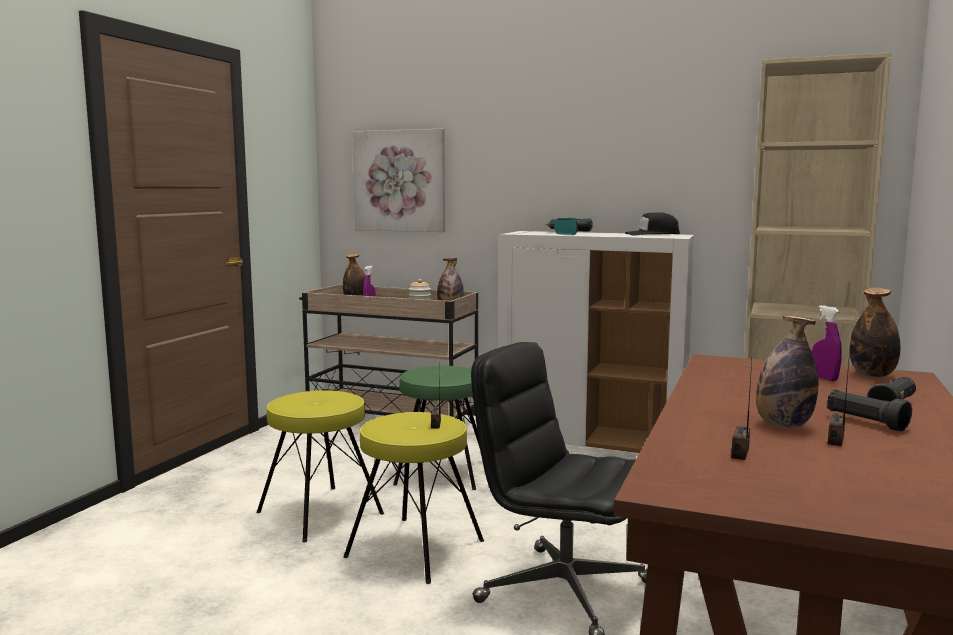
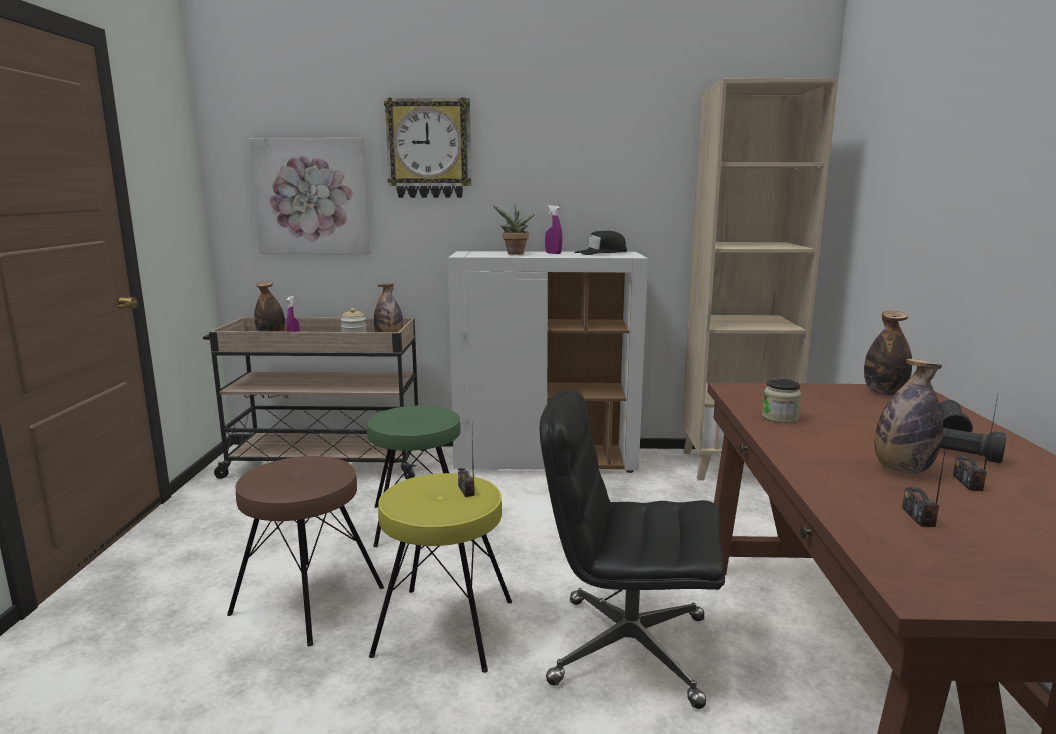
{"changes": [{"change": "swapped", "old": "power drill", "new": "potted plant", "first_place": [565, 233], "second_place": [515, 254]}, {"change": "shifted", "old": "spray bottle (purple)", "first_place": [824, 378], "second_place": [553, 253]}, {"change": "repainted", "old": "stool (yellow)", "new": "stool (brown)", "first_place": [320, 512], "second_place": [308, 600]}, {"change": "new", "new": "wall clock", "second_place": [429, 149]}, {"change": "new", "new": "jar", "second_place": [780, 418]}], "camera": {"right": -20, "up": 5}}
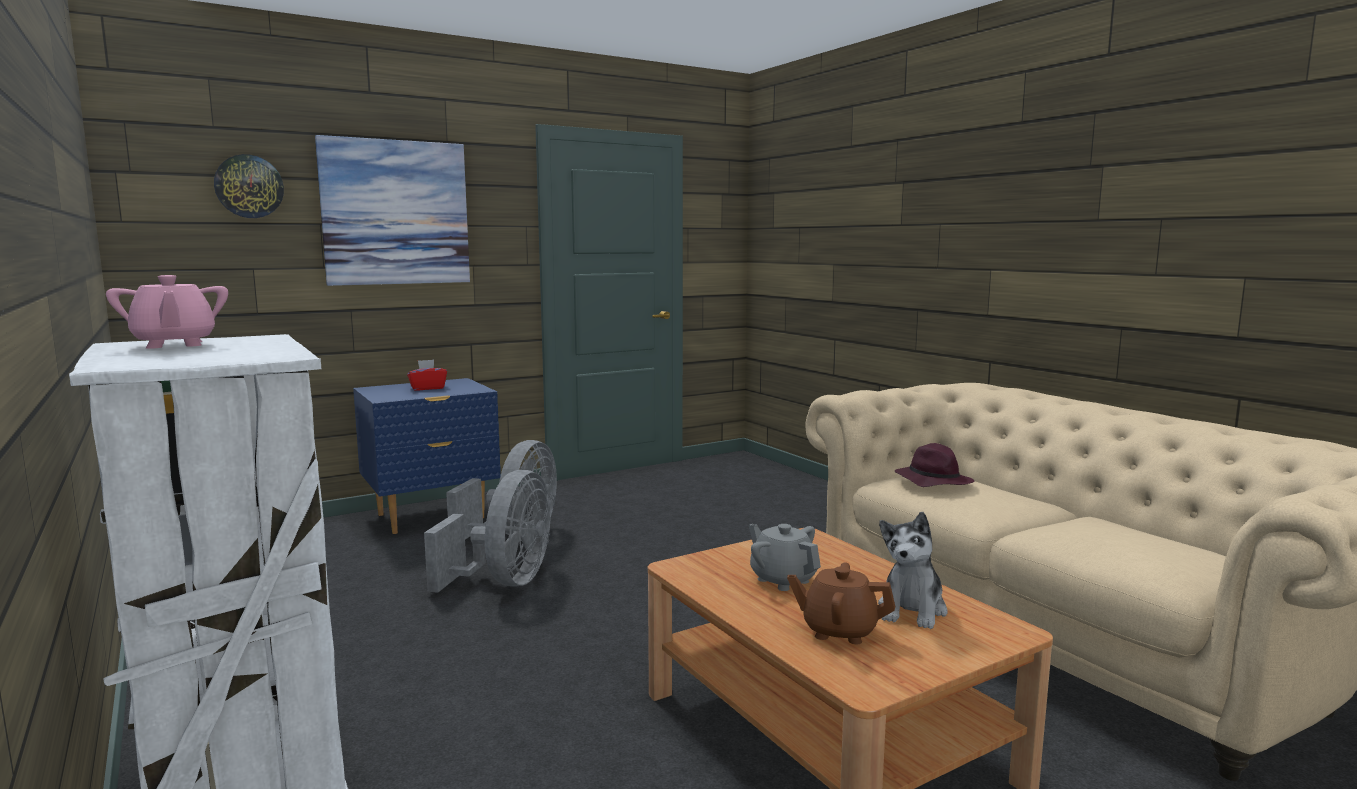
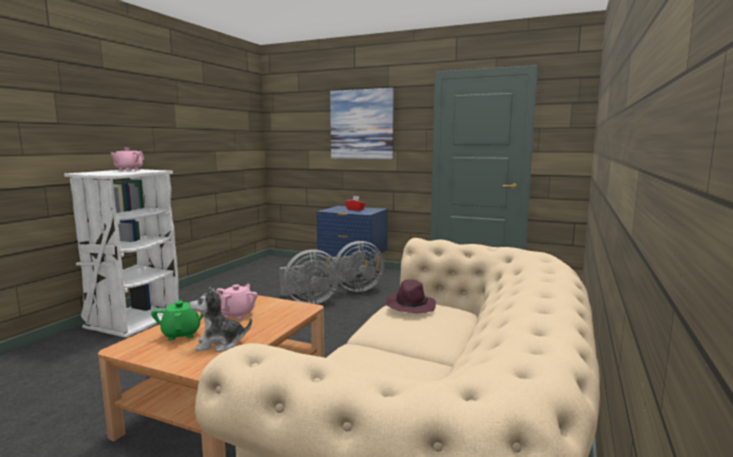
{"changes": [{"change": "gone", "old": "wall clock", "first_place": [249, 186]}, {"change": "repainted", "old": "teapot (grey)", "new": "teapot (pink)", "first_place": [782, 580], "second_place": [237, 314]}, {"change": "repainted", "old": "teapot (brown)", "new": "teapot (green)", "first_place": [839, 631], "second_place": [181, 334]}], "camera": {"right": 55, "up": 0}}
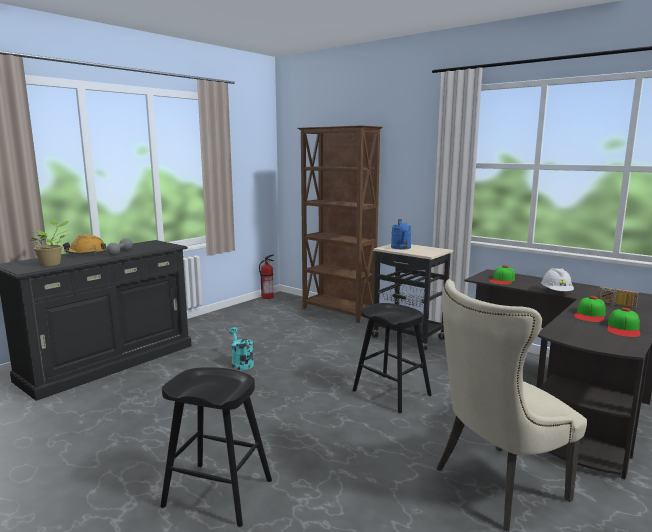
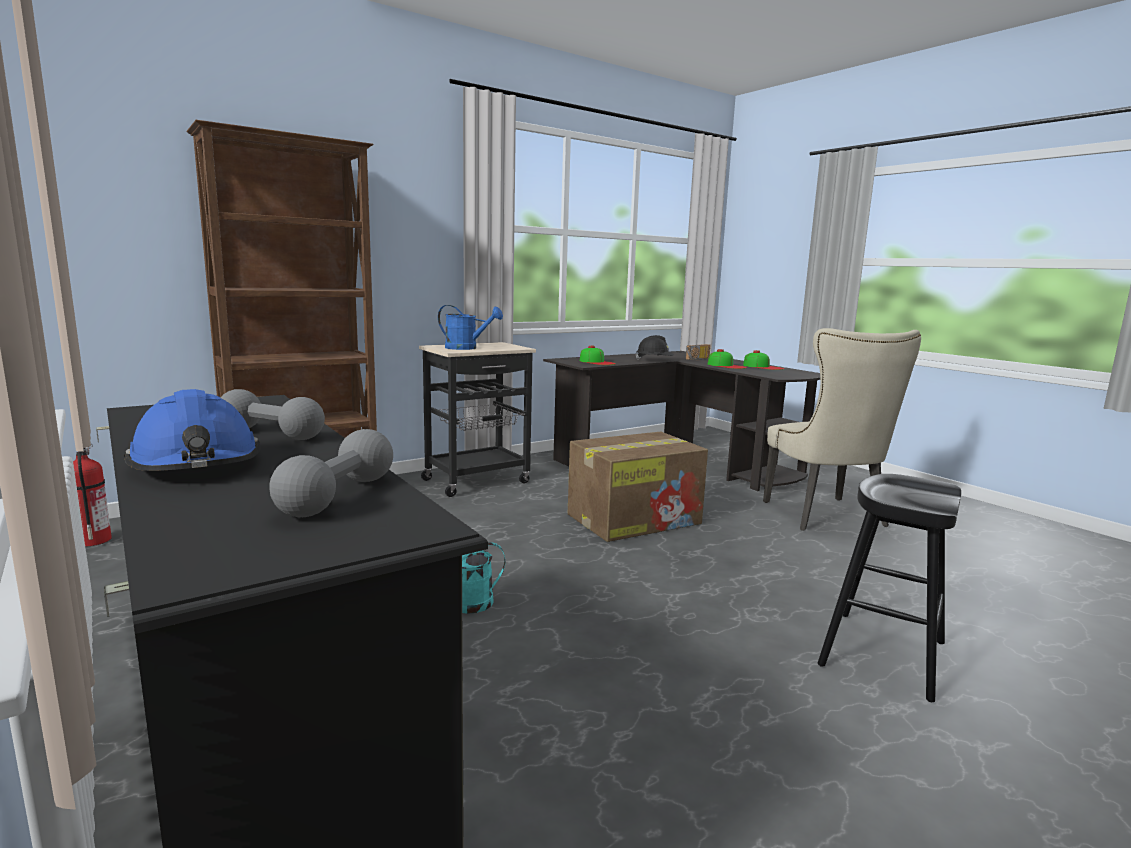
{"changes": [{"change": "swapped", "old": "potted plant", "new": "dumbbell (grey)", "first_place": [52, 264], "second_place": [338, 496]}, {"change": "repainted", "old": "hard hat (orange)", "new": "hard hat (blue)", "first_place": [86, 253], "second_place": [197, 464]}, {"change": "repainted", "old": "hard hat (white)", "new": "hard hat (black)", "first_place": [556, 292], "second_place": [654, 361]}, {"change": "swapped", "old": "stool (black)", "new": "cardboard box", "first_place": [391, 393], "second_place": [635, 518]}], "camera": {"right": -75, "up": 0}}
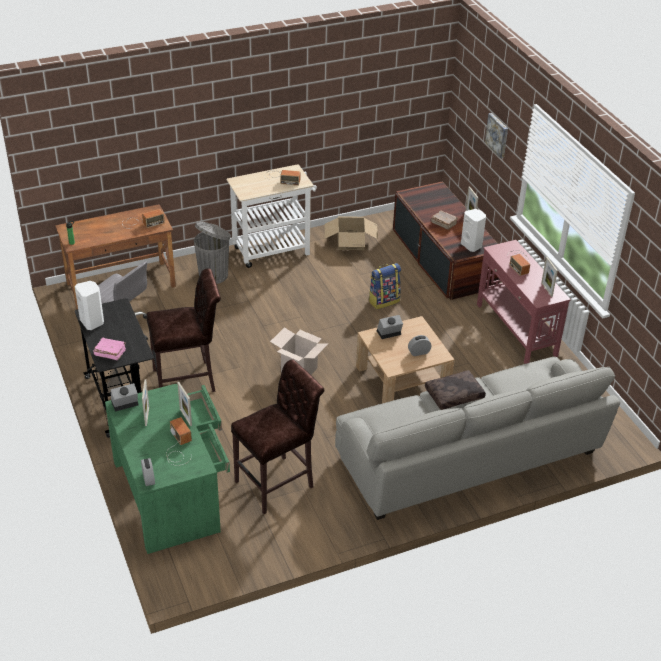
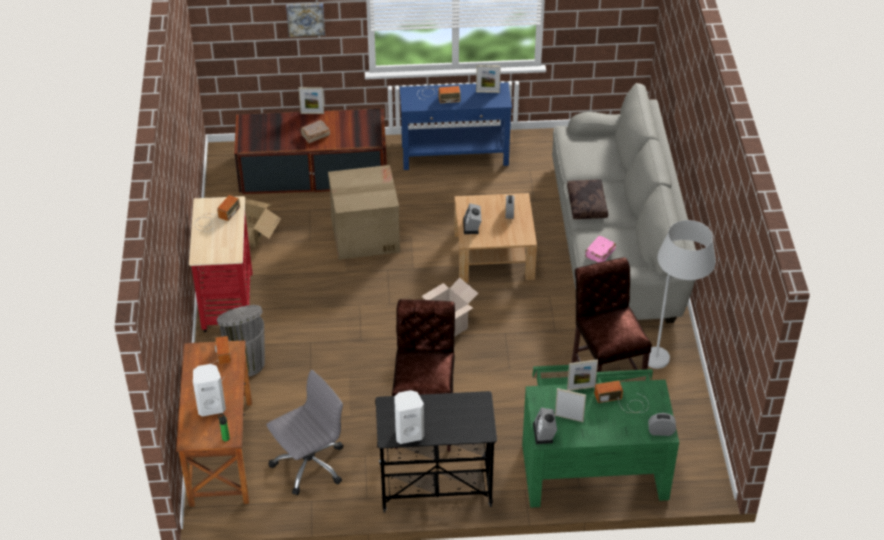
{"changes": [{"change": "repainted", "old": "cart (white)", "new": "cart (red)", "first_place": [272, 251], "second_place": [227, 301]}, {"change": "shifted", "old": "speaker (white)", "first_place": [472, 245], "second_place": [211, 406]}, {"change": "repainted", "old": "console table (red)", "new": "console table (blue)", "first_place": [516, 330], "second_place": [455, 156]}, {"change": "swapped", "old": "backpack", "new": "cardboard box", "first_place": [384, 301], "second_place": [364, 234]}, {"change": "shifted", "old": "book (pink)", "first_place": [110, 353], "second_place": [599, 254]}, {"change": "new", "new": "floor lamp (white)", "second_place": [671, 358]}], "camera": {"right": -70, "up": 5}}
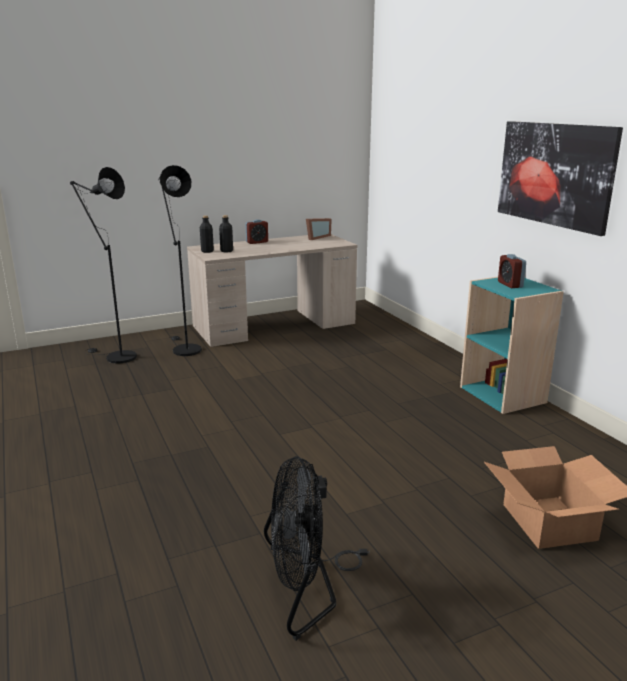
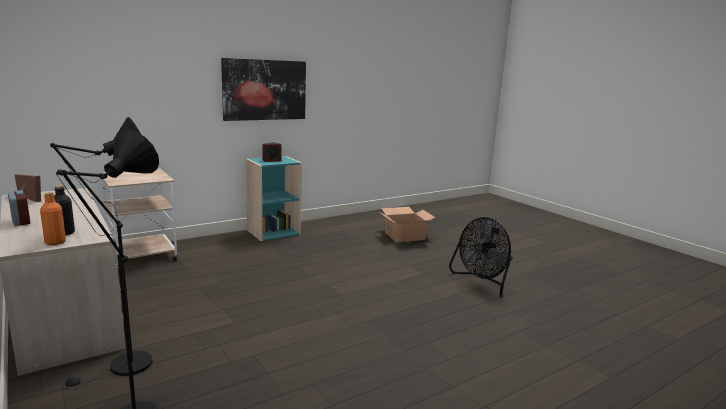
{"changes": [{"change": "repainted", "old": "bottle (black)", "new": "bottle (orange)", "first_place": [207, 251], "second_place": [55, 242]}, {"change": "rotated", "old": "fan (black)", "first_place": [308, 582], "second_place": [482, 281], "degrees": 75}, {"change": "new", "new": "cart (beige)", "second_place": [144, 255]}], "camera": {"right": -100, "up": -5}}
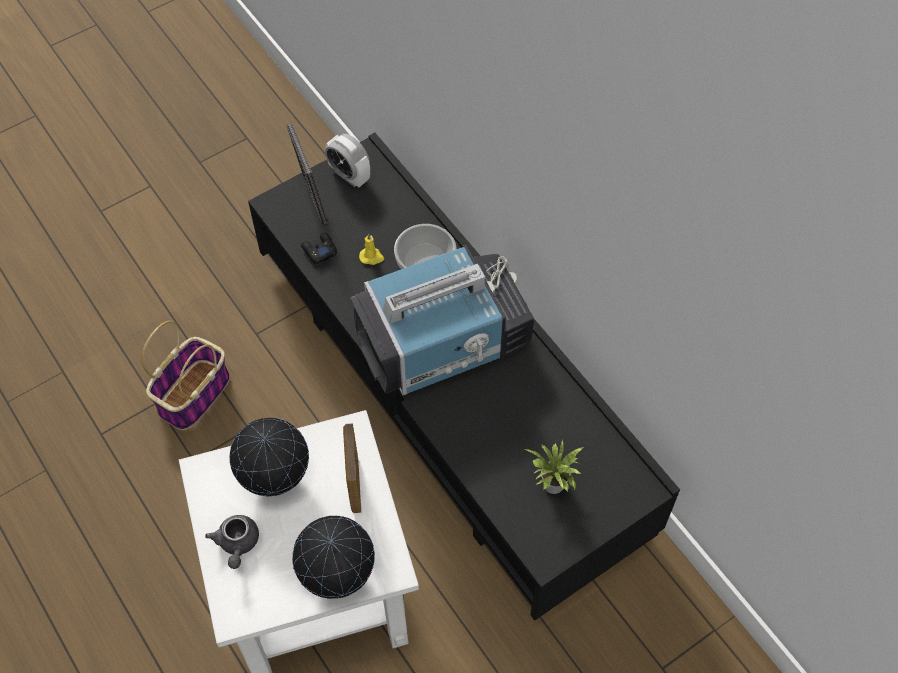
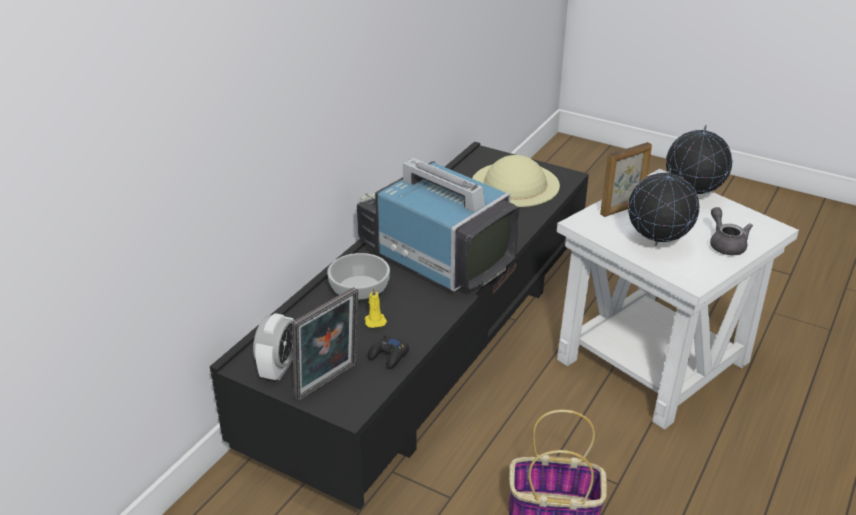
{"changes": [{"change": "swapped", "old": "potted plant", "new": "hat (beige)", "first_place": [553, 487], "second_place": [515, 184]}, {"change": "rotated", "old": "teapot (grey)", "first_place": [237, 544], "second_place": [725, 244], "degrees": -75}], "camera": {"right": -115, "up": -25}}
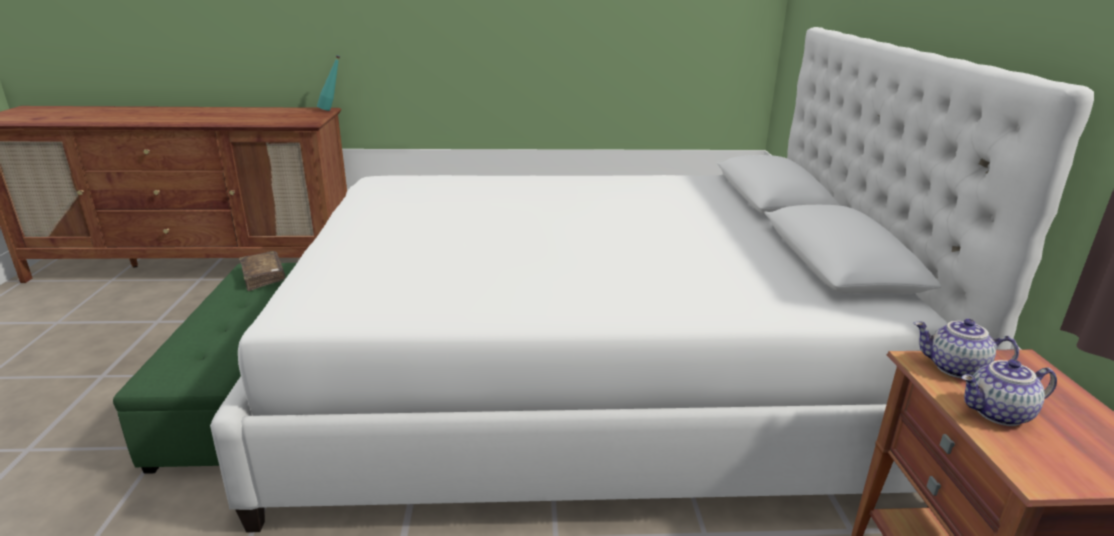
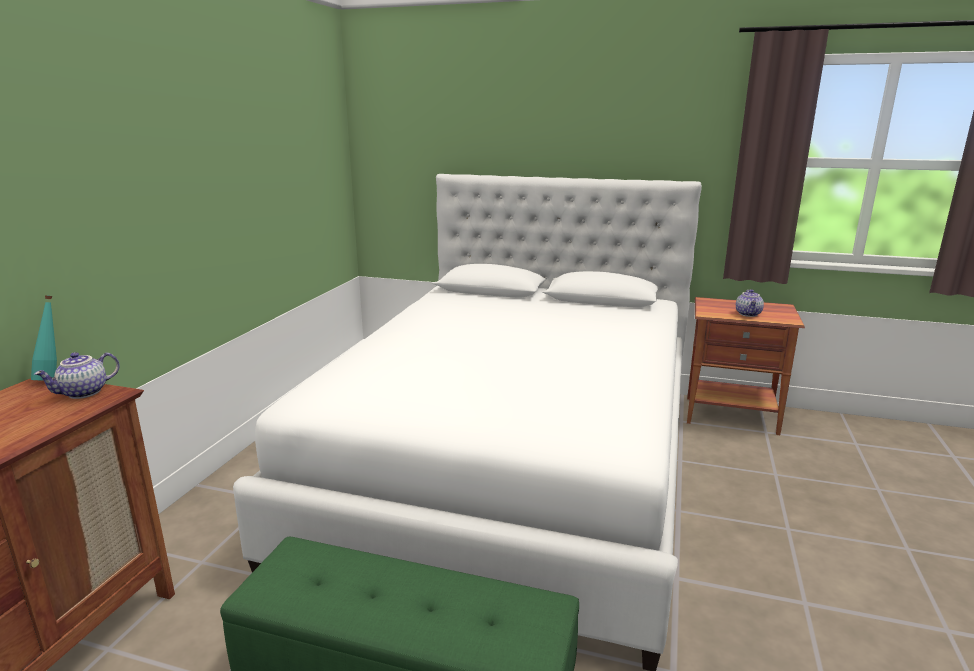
{"changes": [{"change": "gone", "old": "book (brown)", "first_place": [263, 277]}, {"change": "shifted", "old": "teapot", "first_place": [955, 369], "second_place": [84, 393]}], "camera": {"right": -70, "up": -5}}
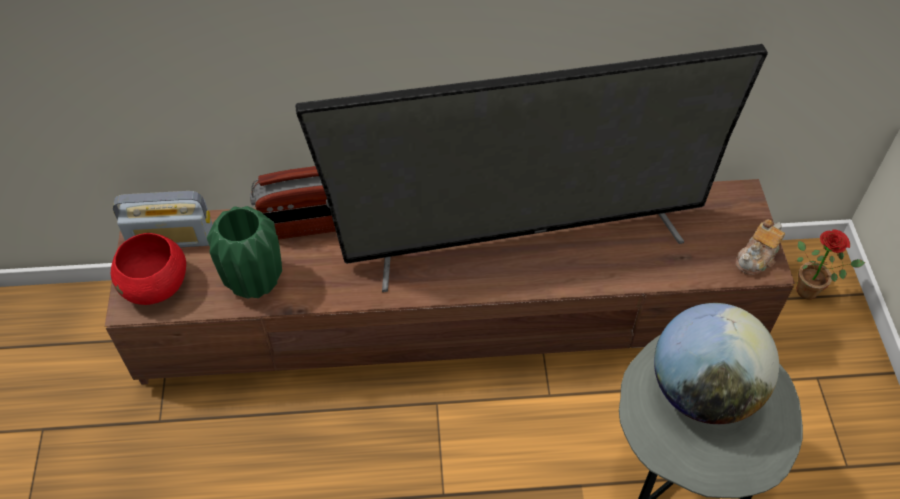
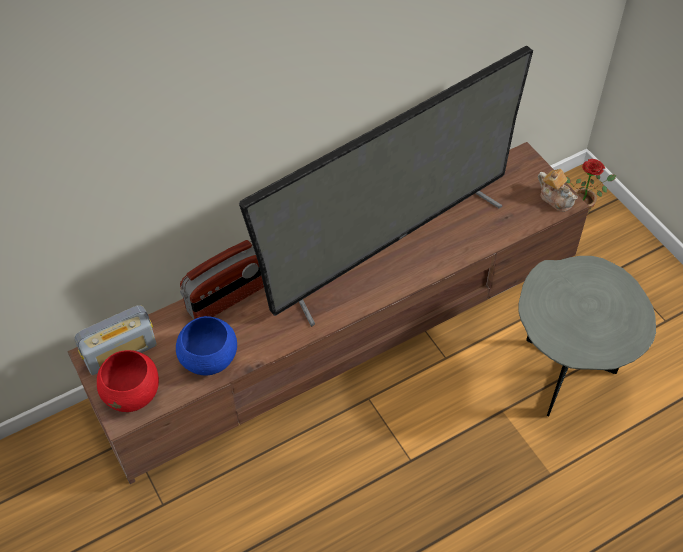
{"changes": [{"change": "swapped", "old": "vase (green)", "new": "bowl (blue)", "first_place": [254, 281], "second_place": [208, 358]}, {"change": "rotated", "old": "teapot", "first_place": [756, 258], "second_place": [555, 198], "degrees": -60}, {"change": "gone", "old": "globe", "first_place": [703, 391]}], "camera": {"right": -25, "up": 0}}
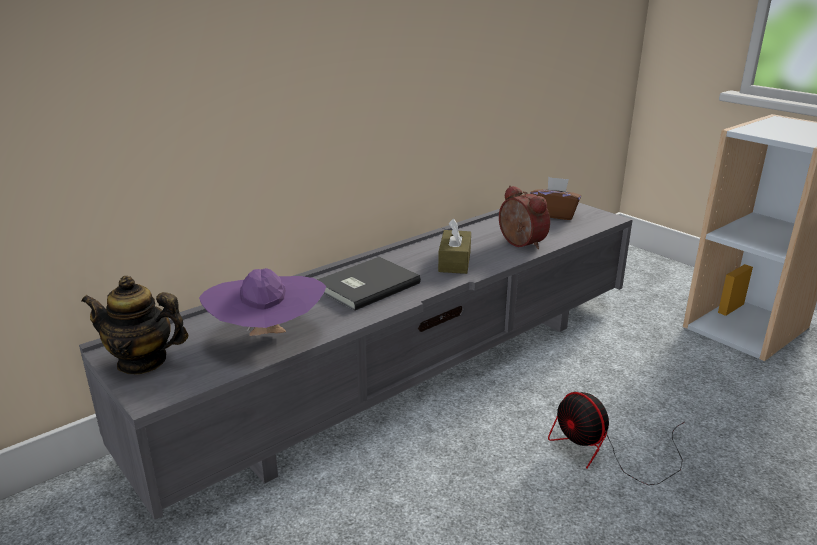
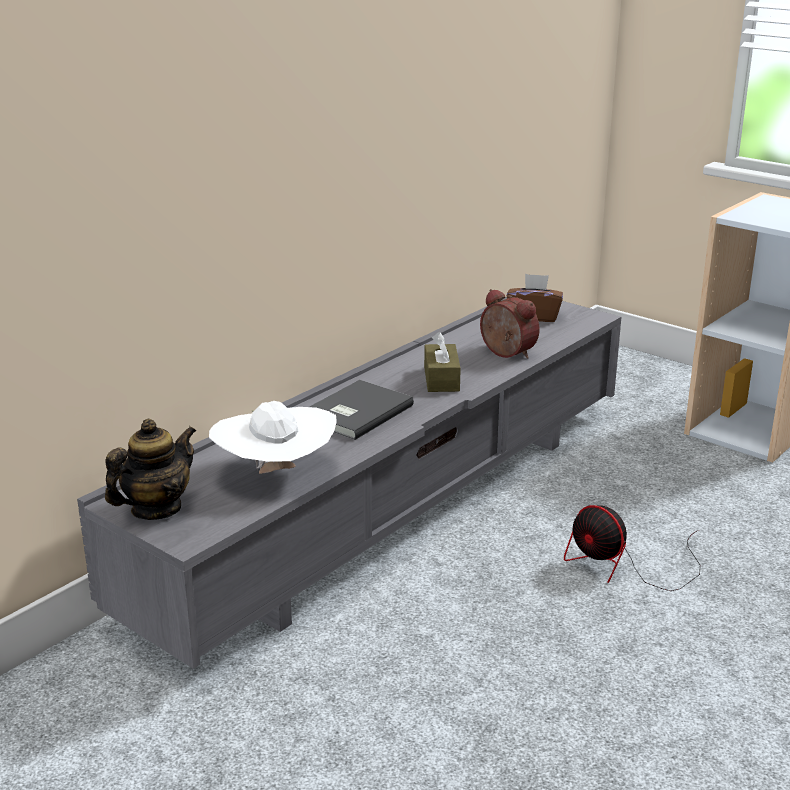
{"changes": [{"change": "repainted", "old": "hat (purple)", "new": "hat (white)", "first_place": [267, 337], "second_place": [275, 474]}, {"change": "rotated", "old": "teapot", "first_place": [142, 361], "second_place": [156, 509], "degrees": 135}], "camera": {"right": -10, "up": 0}}
